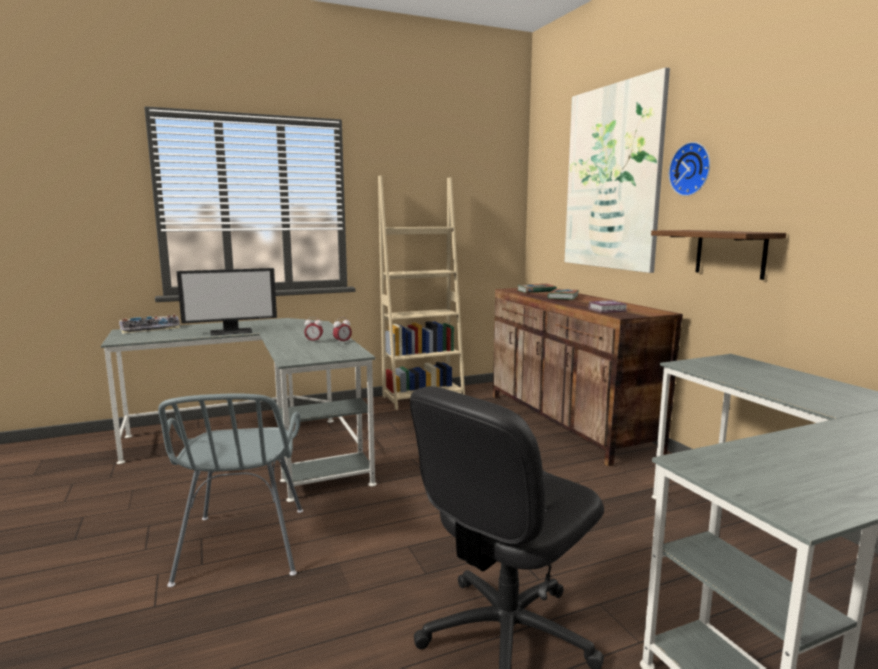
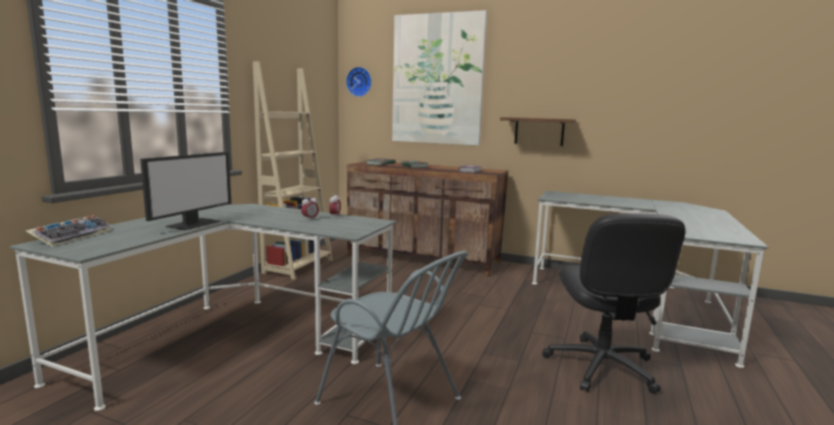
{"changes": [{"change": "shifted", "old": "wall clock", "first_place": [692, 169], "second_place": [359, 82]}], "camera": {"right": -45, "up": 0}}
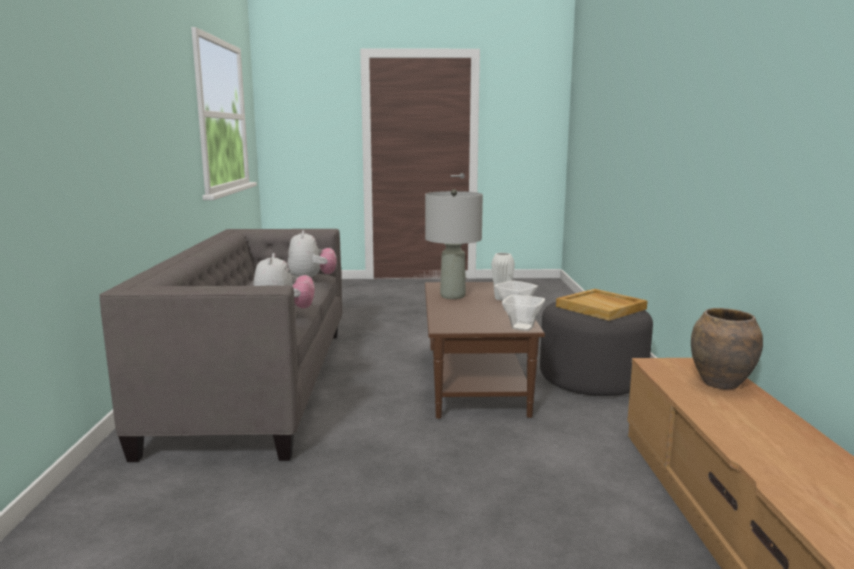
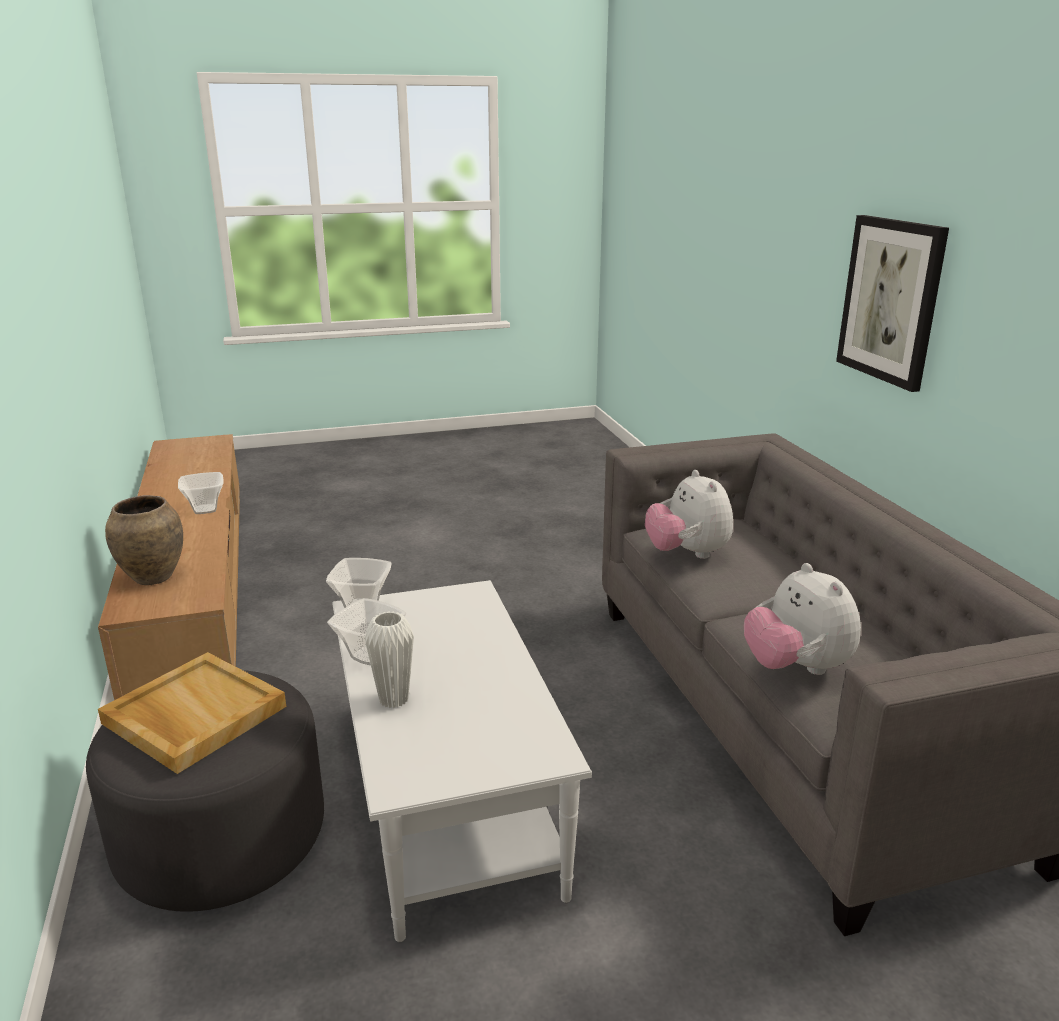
{"changes": [{"change": "gone", "old": "table lamp (grey)", "first_place": [453, 296]}, {"change": "repainted", "old": "coffee table (brown)", "new": "coffee table (white)", "first_place": [474, 379], "second_place": [448, 795]}, {"change": "new", "new": "picture", "second_place": [891, 300]}, {"change": "new", "new": "bowl", "second_place": [206, 509]}], "camera": {"right": 165, "up": 10}}
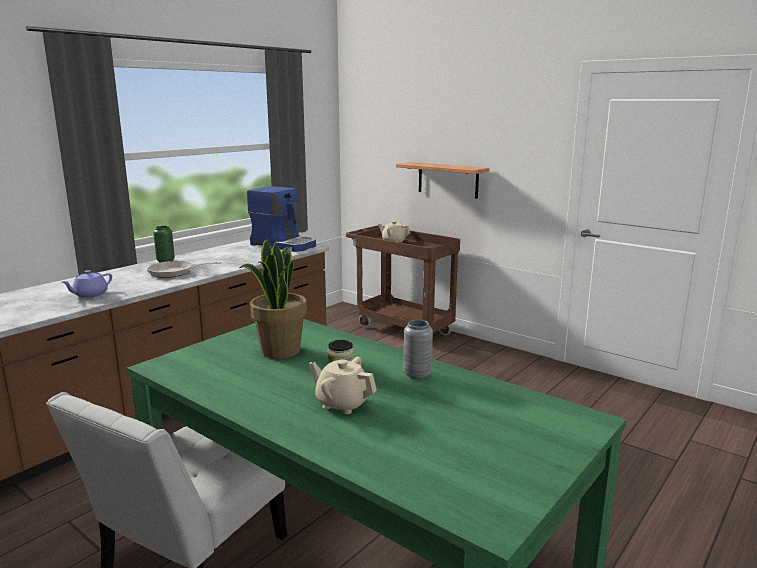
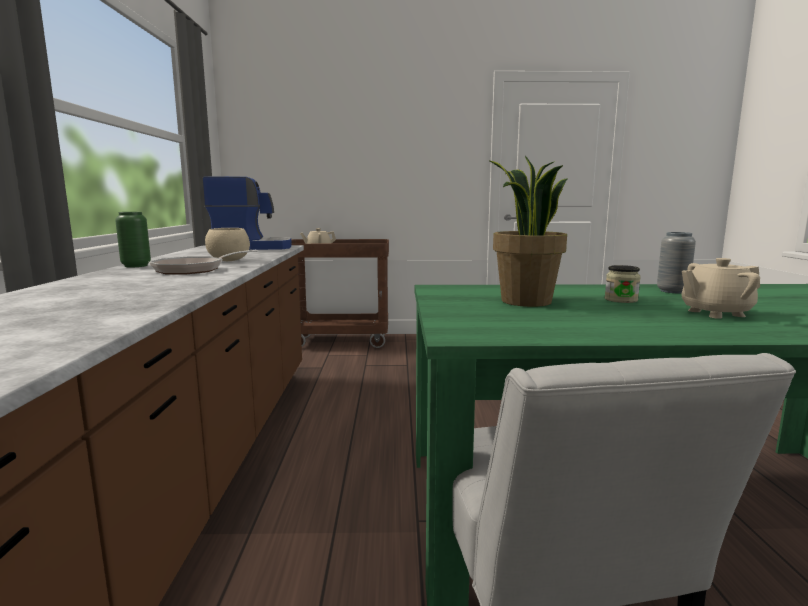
{"changes": [{"change": "gone", "old": "shelf", "first_place": [448, 180]}, {"change": "gone", "old": "teapot (purple)", "first_place": [90, 295]}, {"change": "new", "new": "bowl (beige)", "second_place": [228, 261]}], "camera": {"right": -40, "up": -5}}
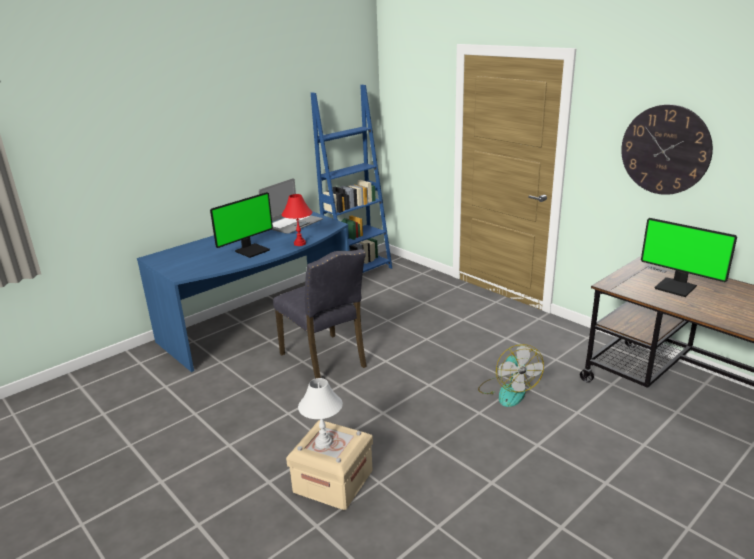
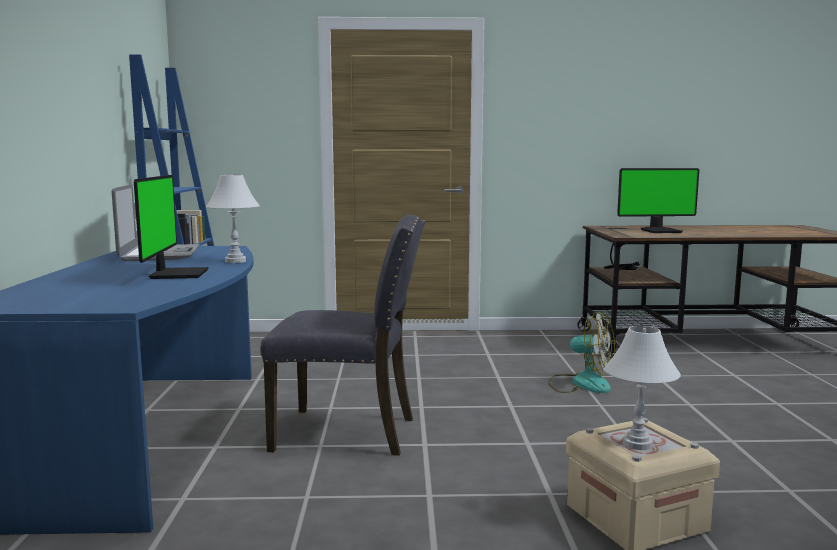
{"changes": [{"change": "gone", "old": "wall clock", "first_place": [665, 150]}, {"change": "repainted", "old": "table lamp (red)", "new": "table lamp (white)", "first_place": [299, 244], "second_place": [235, 261]}], "camera": {"right": -50, "up": -15}}
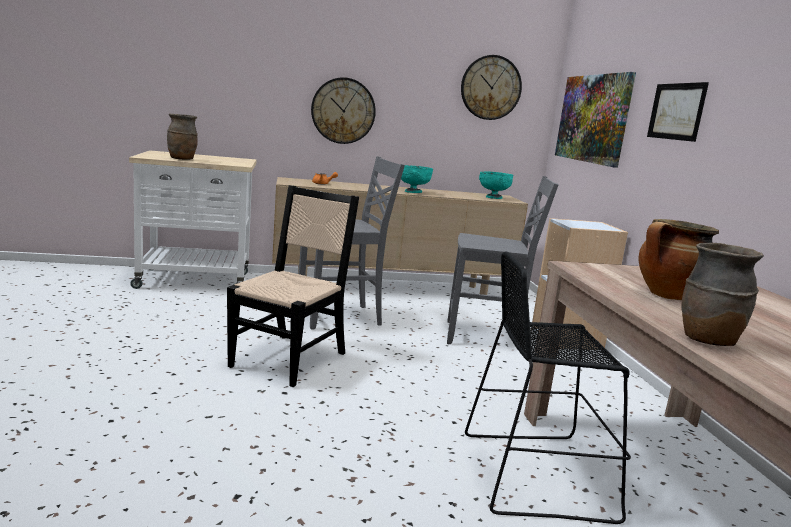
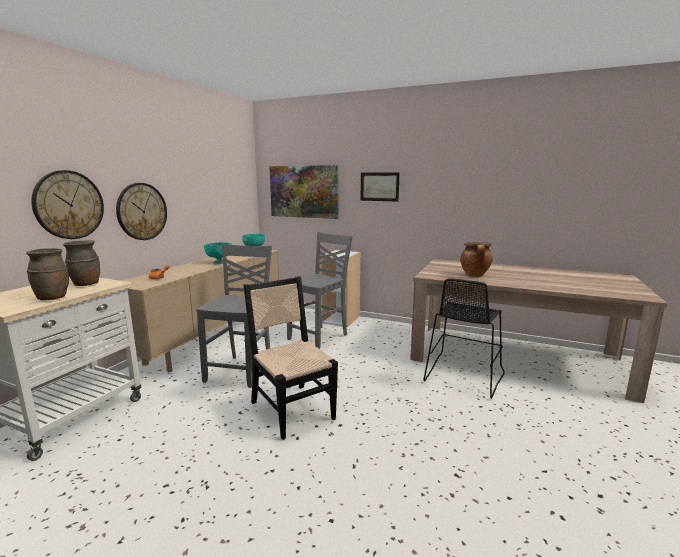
{"changes": [{"change": "shifted", "old": "wall clock", "first_place": [490, 87], "second_place": [69, 205]}, {"change": "shifted", "old": "vase (brown)", "first_place": [707, 340], "second_place": [86, 284]}], "camera": {"right": -55, "up": 0}}
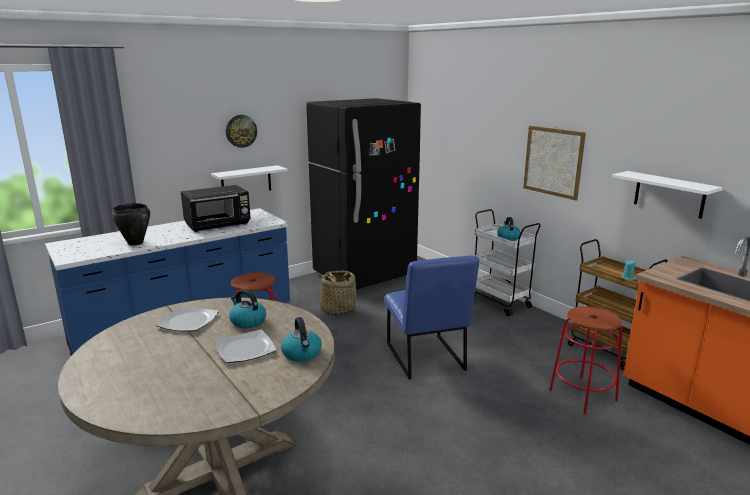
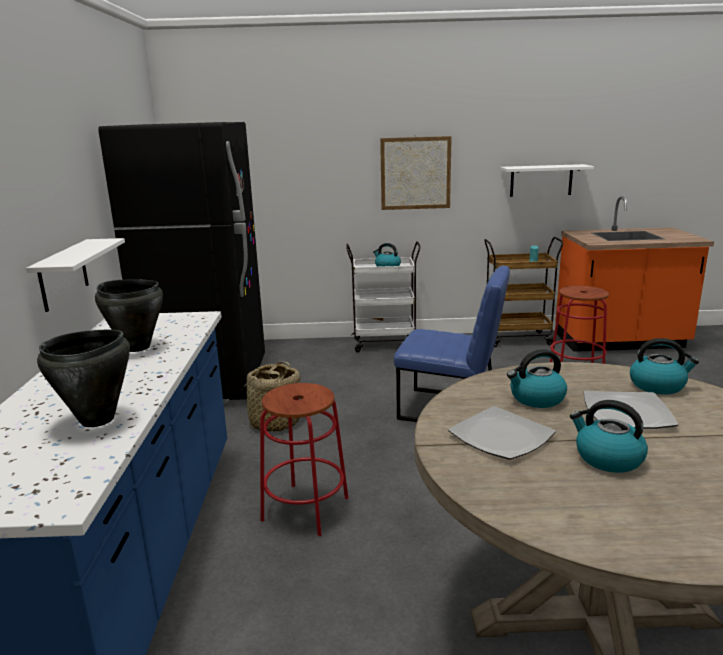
{"changes": [{"change": "gone", "old": "wall clock", "first_place": [241, 131]}, {"change": "swapped", "old": "microwave (black)", "new": "cooking pot (black)", "first_place": [218, 225], "second_place": [137, 347]}, {"change": "new", "new": "kettle", "second_place": [607, 458]}], "camera": {"right": -55, "up": 0}}
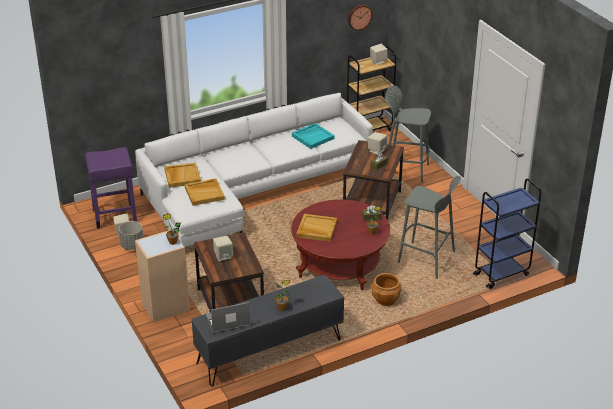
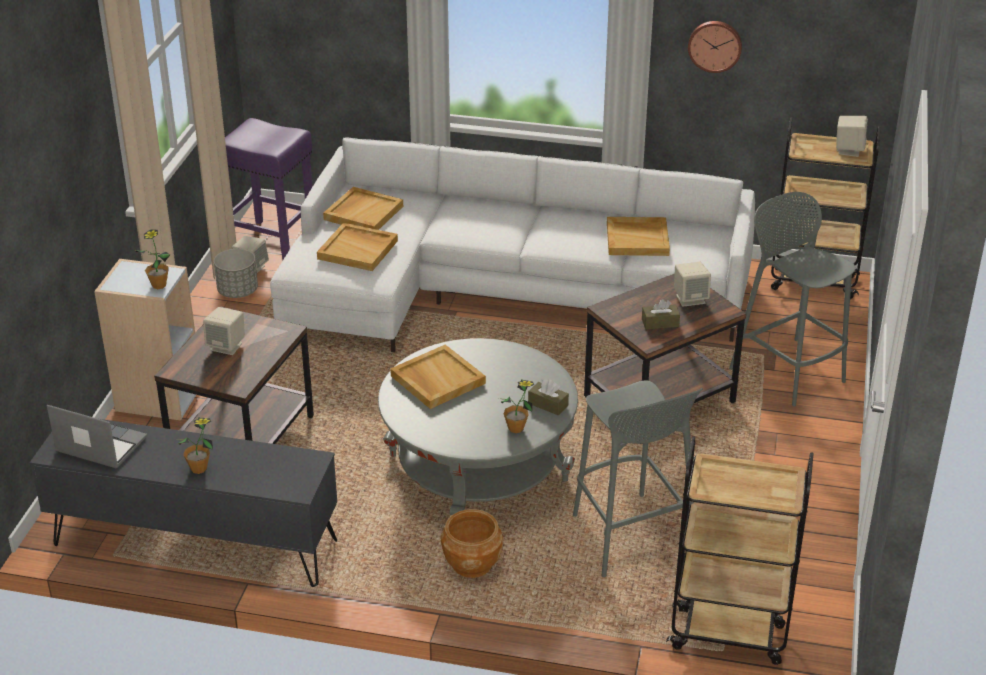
{"changes": [{"change": "shifted", "old": "wall clock", "first_place": [359, 17], "second_place": [715, 45]}, {"change": "repainted", "old": "tray (turquoise)", "new": "tray (beige)", "first_place": [313, 137], "second_place": [638, 239]}, {"change": "repainted", "old": "cart (blue)", "new": "cart (brown)", "first_place": [501, 275], "second_place": [726, 637]}, {"change": "repainted", "old": "coffee table (red)", "new": "coffee table (grey)", "first_place": [339, 264], "second_place": [478, 468]}], "camera": {"right": 40, "up": 0}}
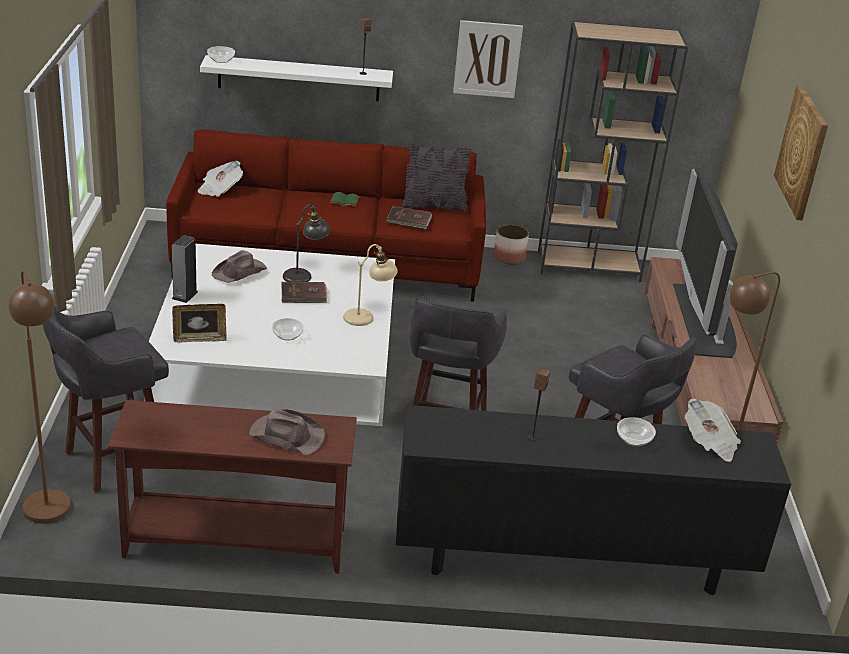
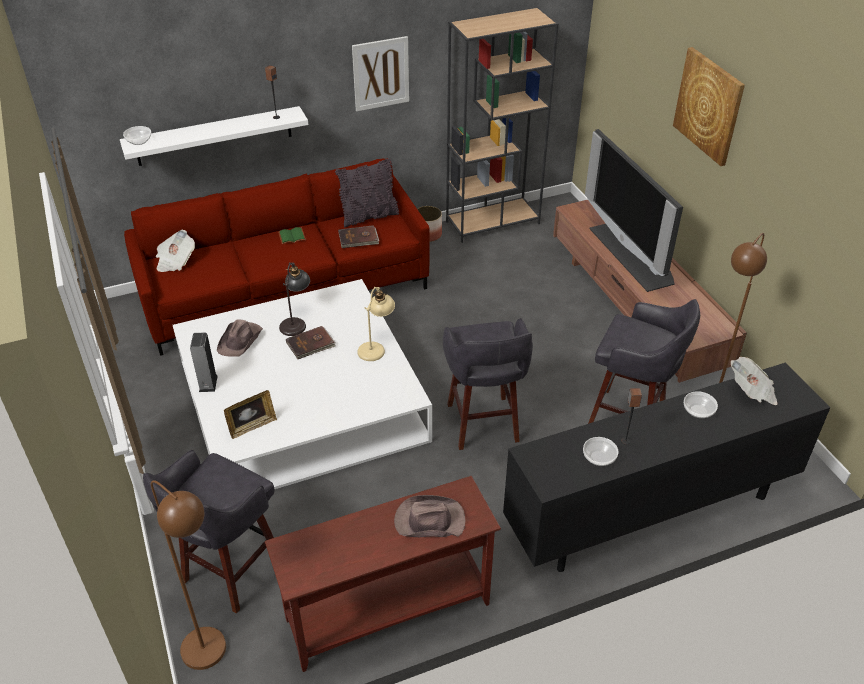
{"changes": [{"change": "shifted", "old": "bowl", "first_place": [287, 336], "second_place": [599, 458]}], "camera": {"right": -20, "up": 10}}
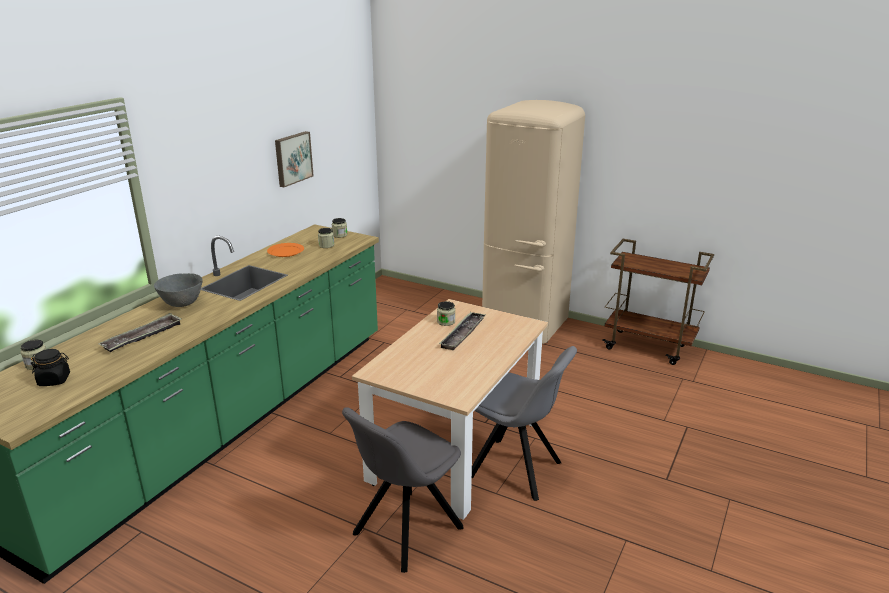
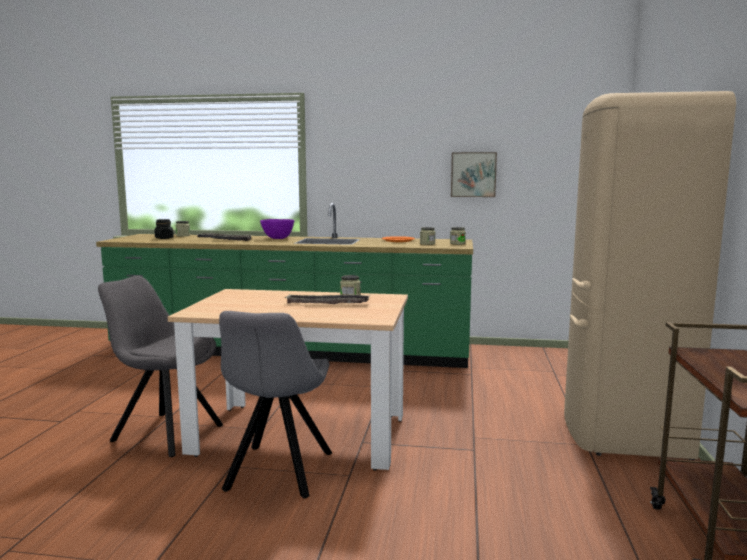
{"changes": [{"change": "repainted", "old": "bowl (grey)", "new": "bowl (purple)", "first_place": [182, 304], "second_place": [278, 238]}], "camera": {"right": 70, "up": -15}}
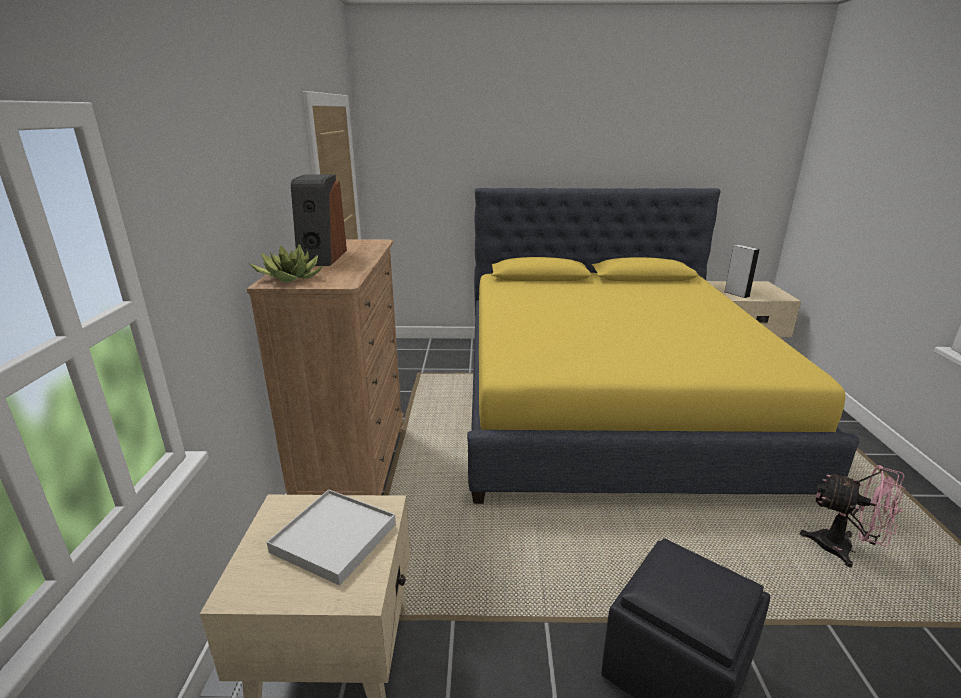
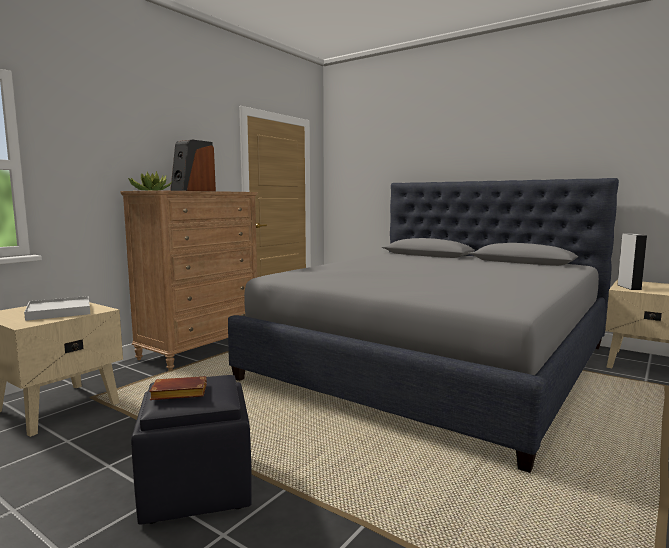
{"changes": [{"change": "repainted", "old": "bed (yellow)", "new": "bed (grey)", "first_place": [607, 402], "second_place": [434, 362]}, {"change": "gone", "old": "fan (pink)", "first_place": [843, 549]}, {"change": "new", "new": "book (brown)", "second_place": [177, 394]}], "camera": {"right": 35, "up": -15}}
